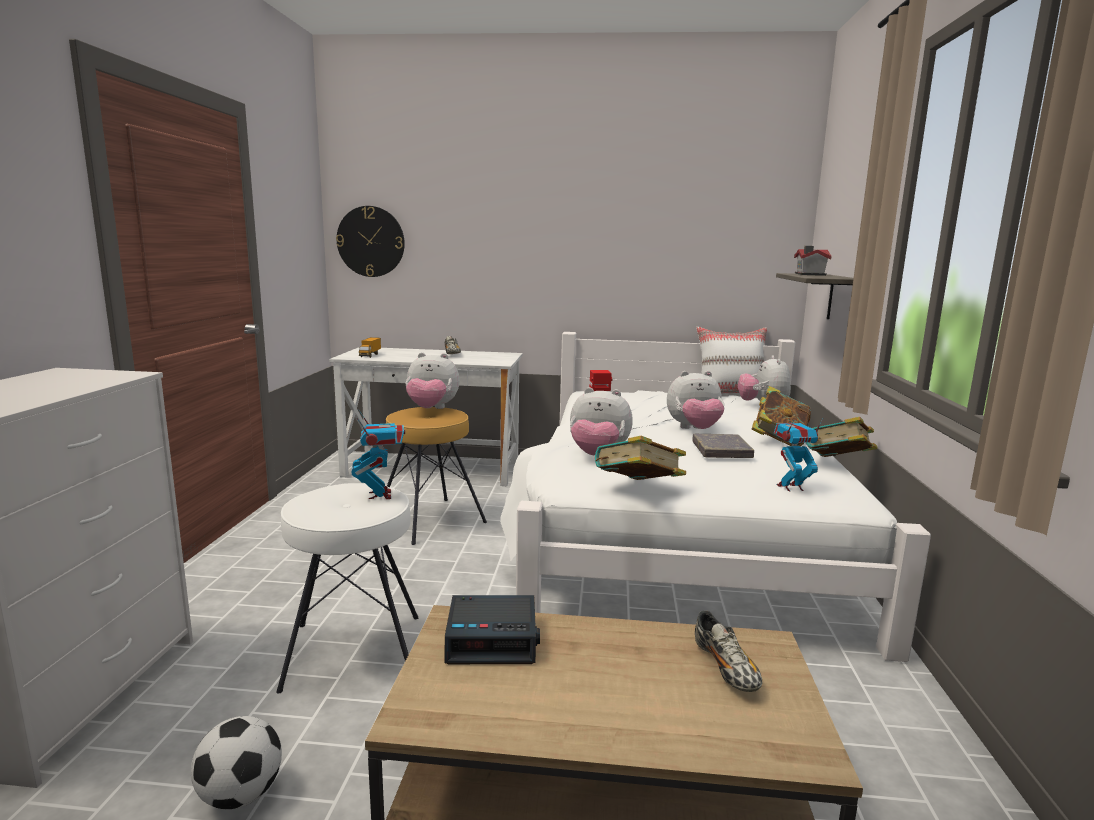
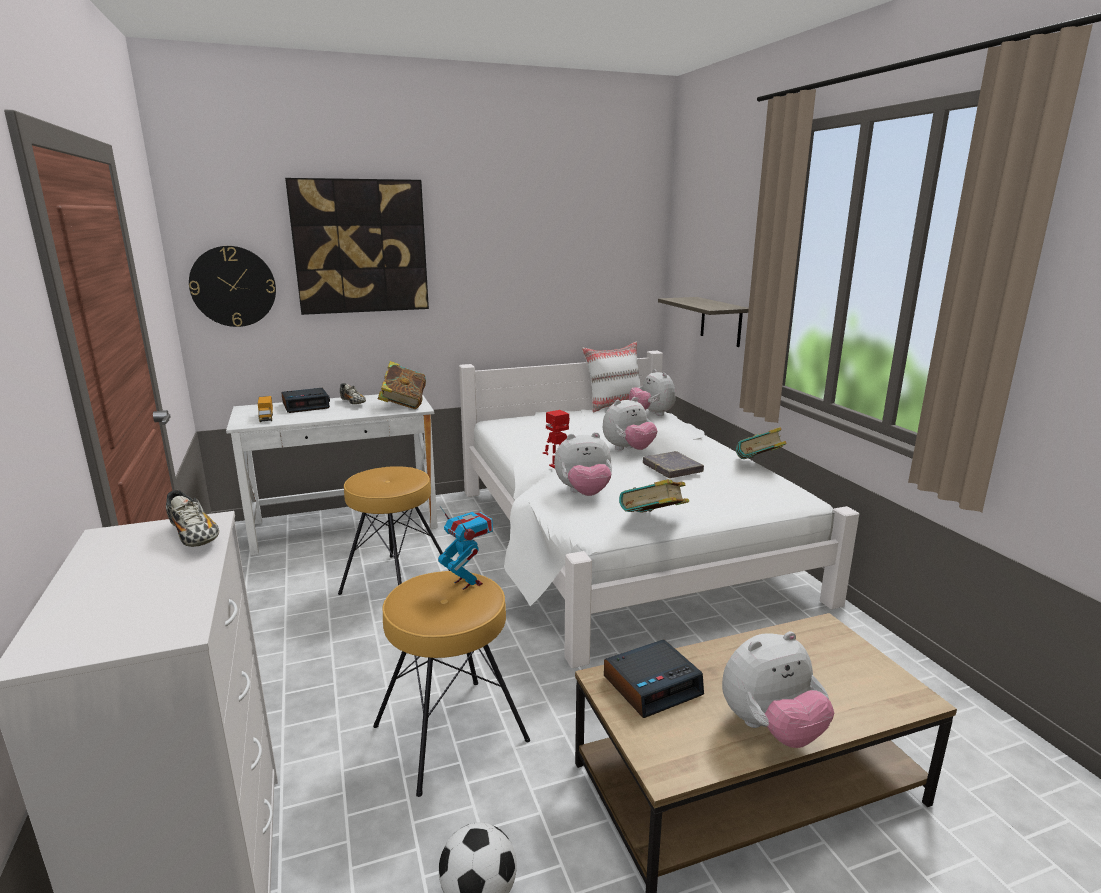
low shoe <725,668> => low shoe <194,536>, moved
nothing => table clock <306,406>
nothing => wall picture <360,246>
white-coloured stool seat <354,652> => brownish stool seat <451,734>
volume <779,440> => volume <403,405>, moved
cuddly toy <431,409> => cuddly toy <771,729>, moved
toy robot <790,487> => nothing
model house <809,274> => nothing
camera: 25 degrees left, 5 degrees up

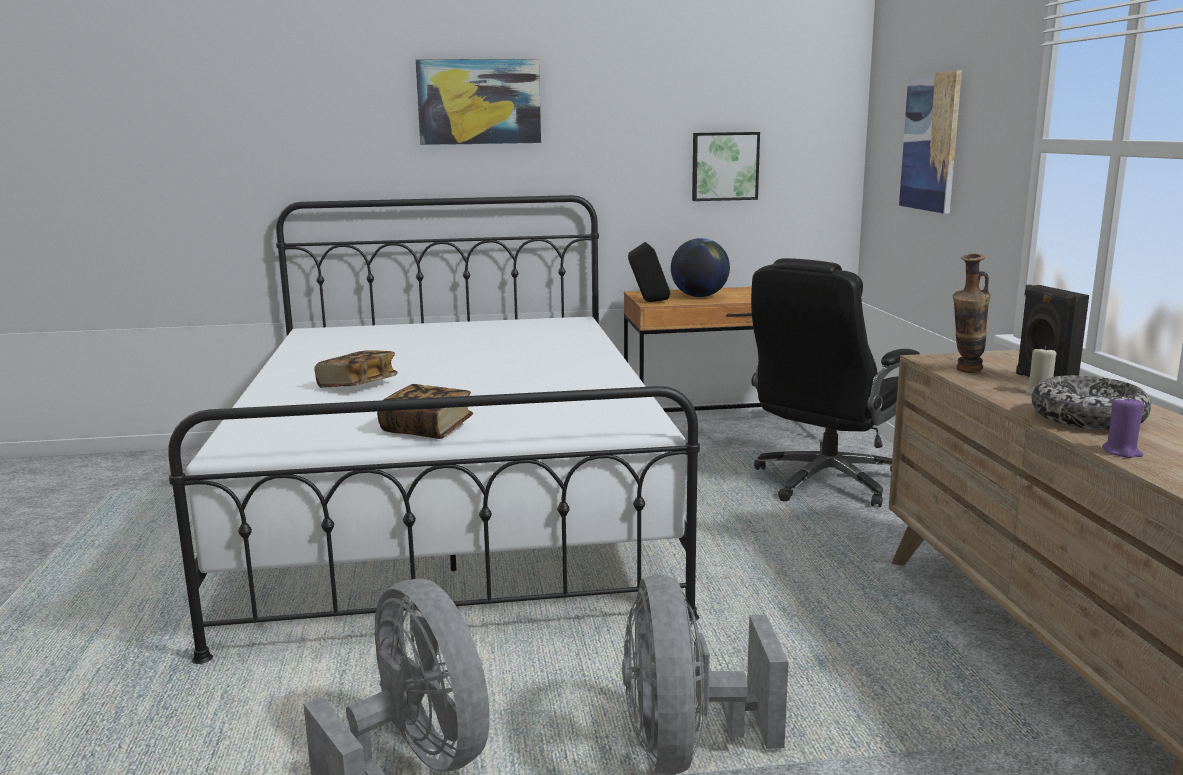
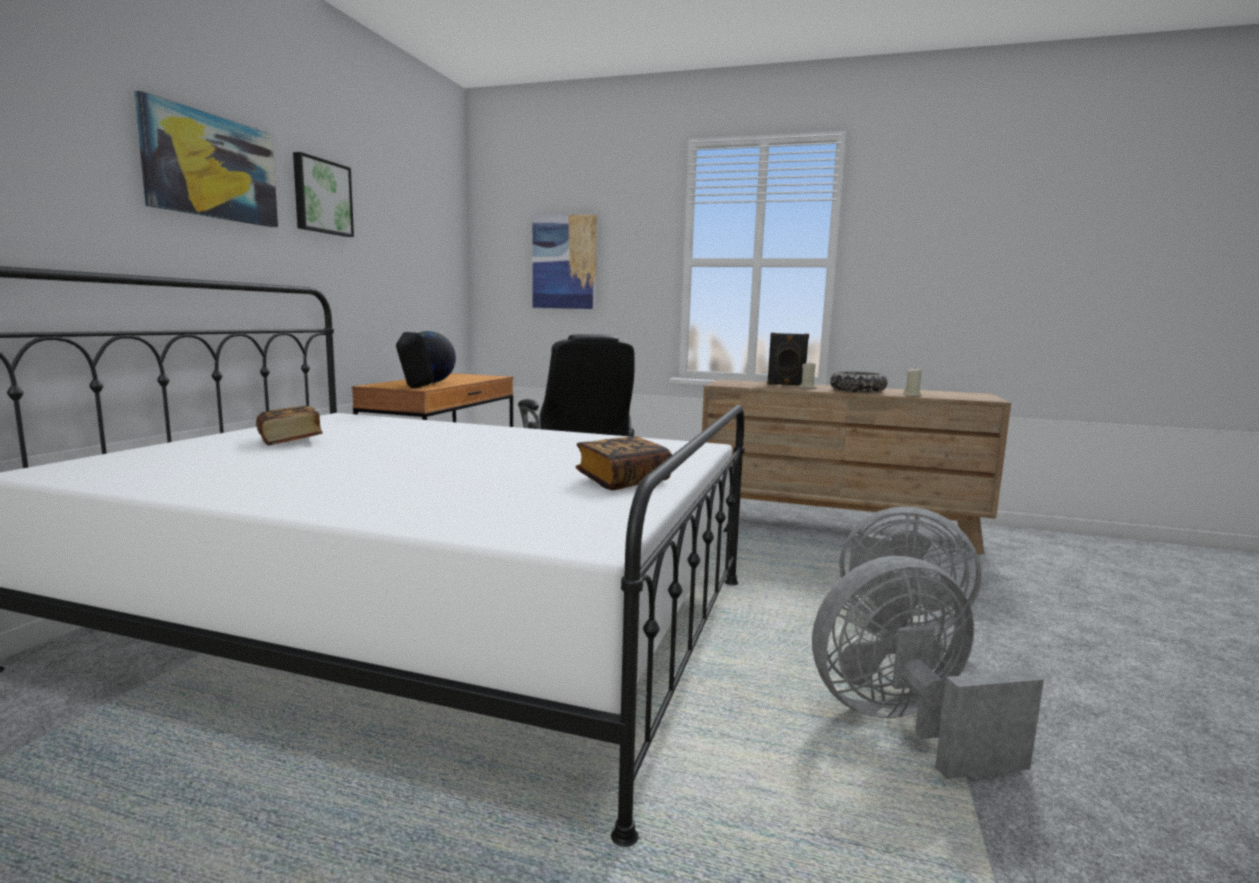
volume <357,385> => volume <290,441>, moved
wall picture <724,166> => wall picture <321,197>, moved
purplish wax candle <1121,452> => sand-coloured wax candle <912,395>
vase <965,372> => nothing
camera: 65 degrees left, 5 degrees down

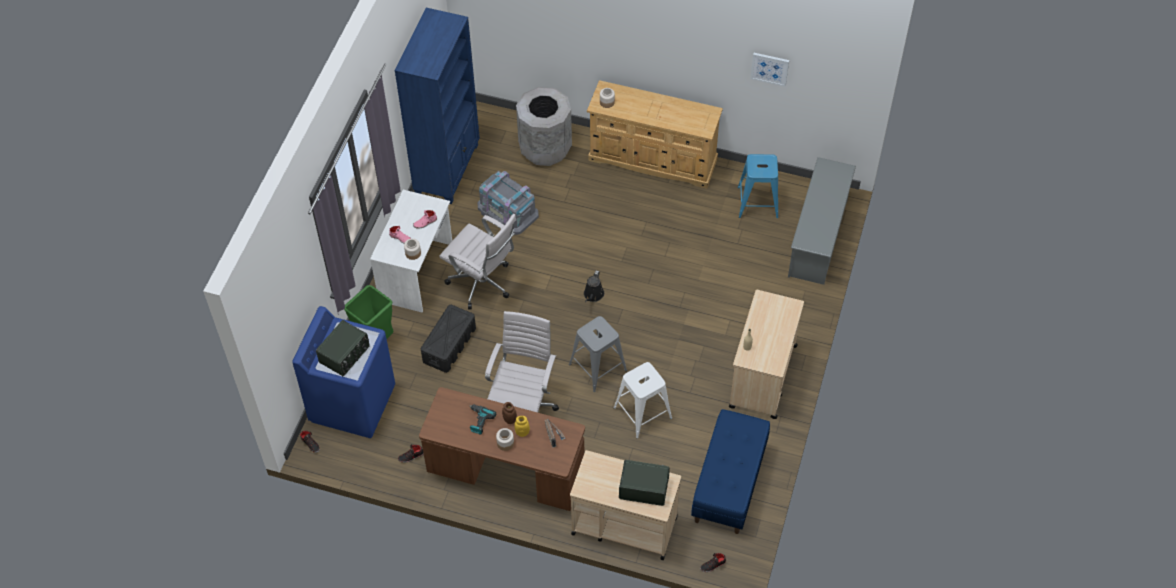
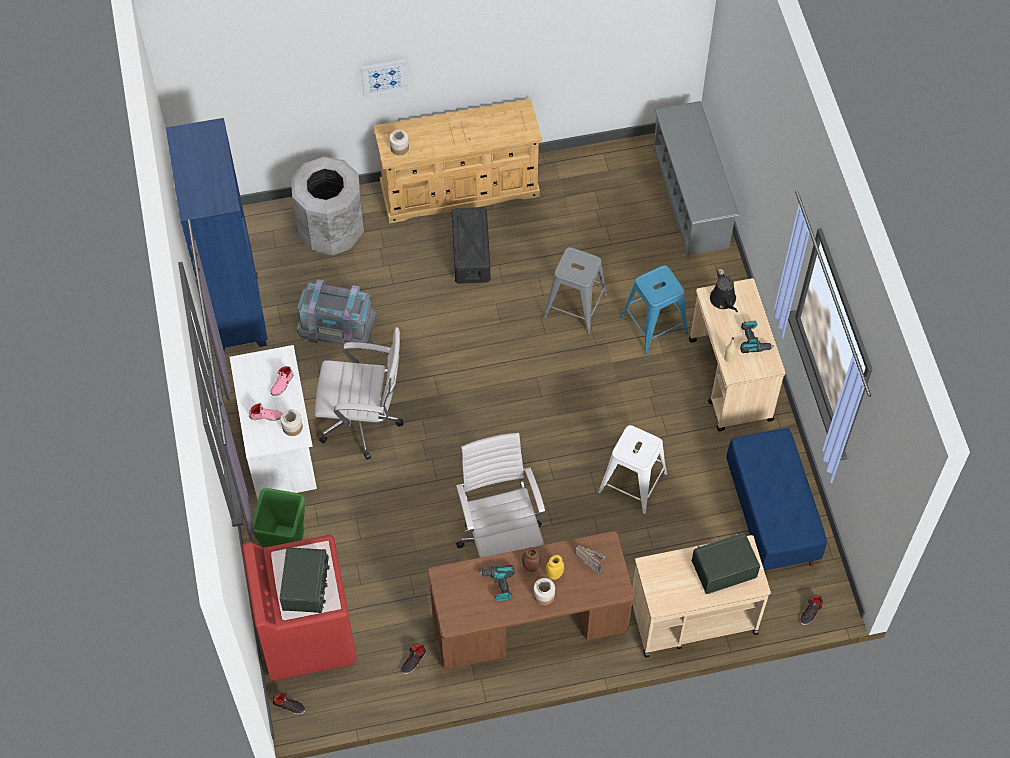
blue-coloured washing machine <353,403> => reddish washing machine <307,634>
wall picture <770,68> => wall picture <384,77>, moved
black storage bin <449,345> => black storage bin <471,254>, moved
grey stool seat <597,367> => grey stool seat <575,306>, moved
blue-coloured stool seat <757,202> => blue-coloured stool seat <654,325>, moved
black sprinkling can <593,295> => black sprinkling can <723,300>, moved
nothing => electric drill <754,340>
camera: 30 degrees left, 5 degrees up

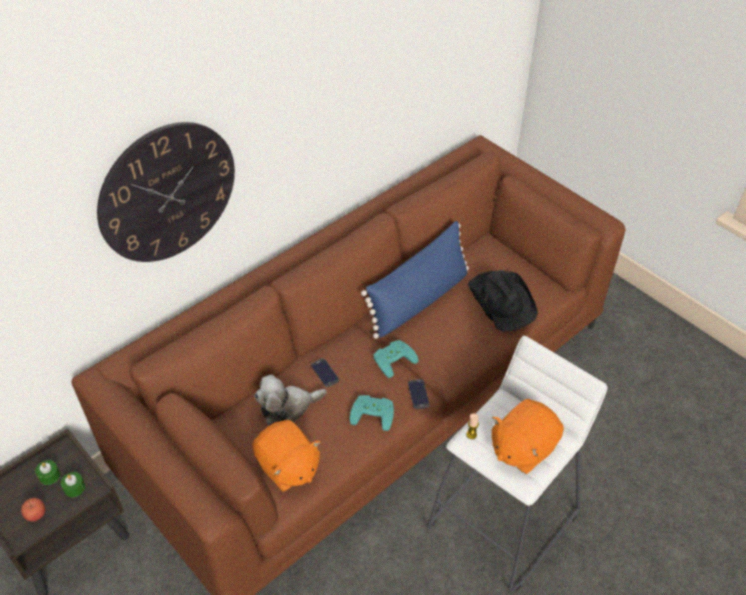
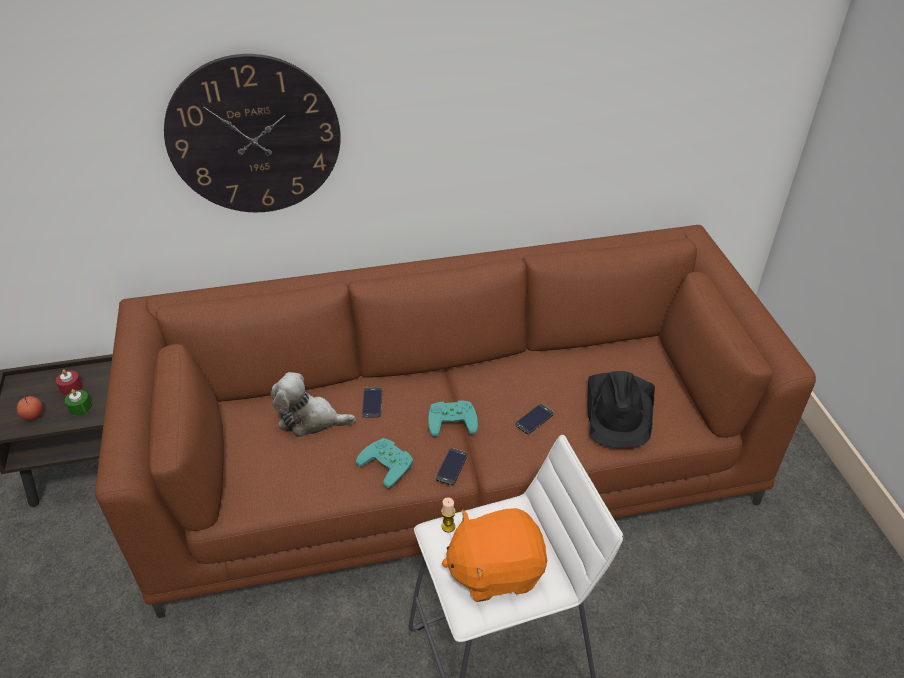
greenish wax candle <49,476> => reddish wax candle <71,387>
nothing => handset <534,419>
orange cuddly toy <288,467> => nothing
blue-coloured pillow <419,300> => nothing
camera: 30 degrees right, 5 degrees down

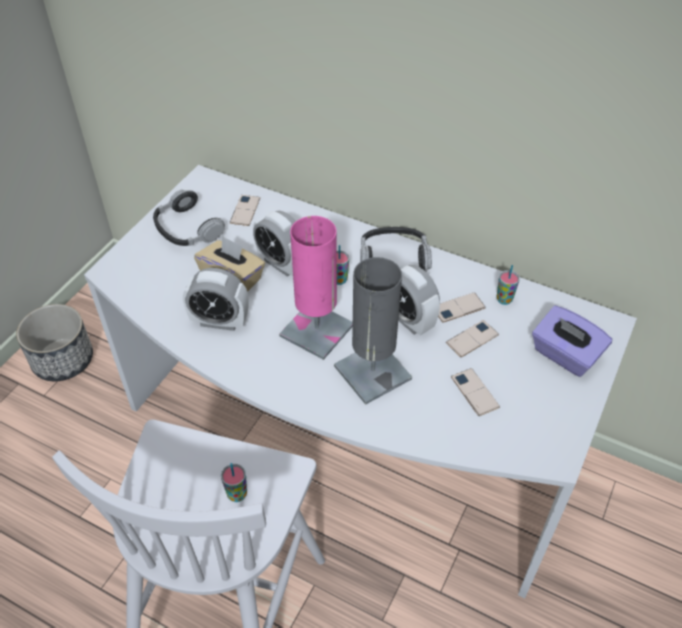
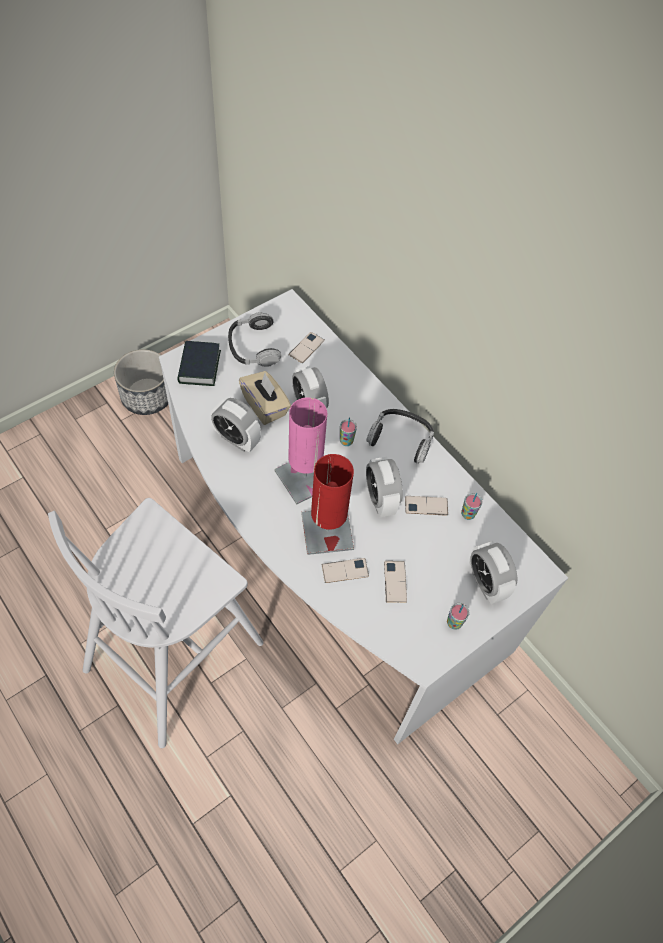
nothing => volume <199,367>
grey table lamp <372,372> => reddish table lamp <327,531>
handset <472,339> => handset <345,570>, moved
drinking cup <237,494> => drinking cup <454,623>, moved
purplish tissue holder <565,355> => table clock <486,583>
camera: 20 degrees right, 10 degrees up

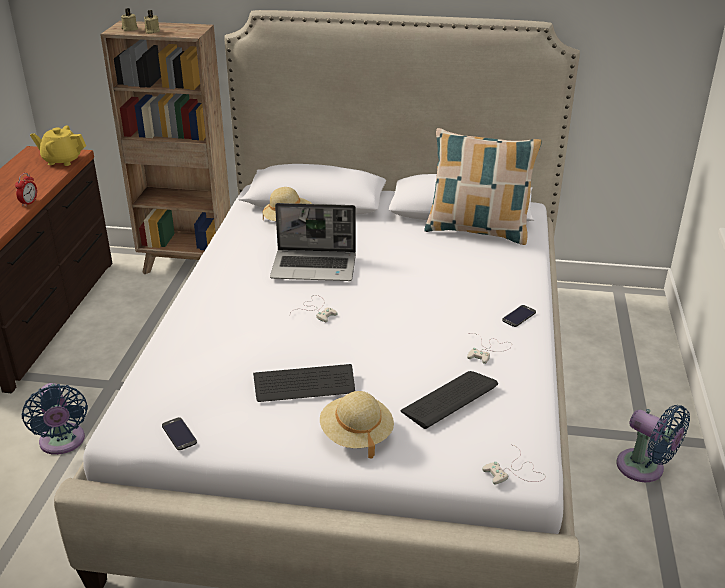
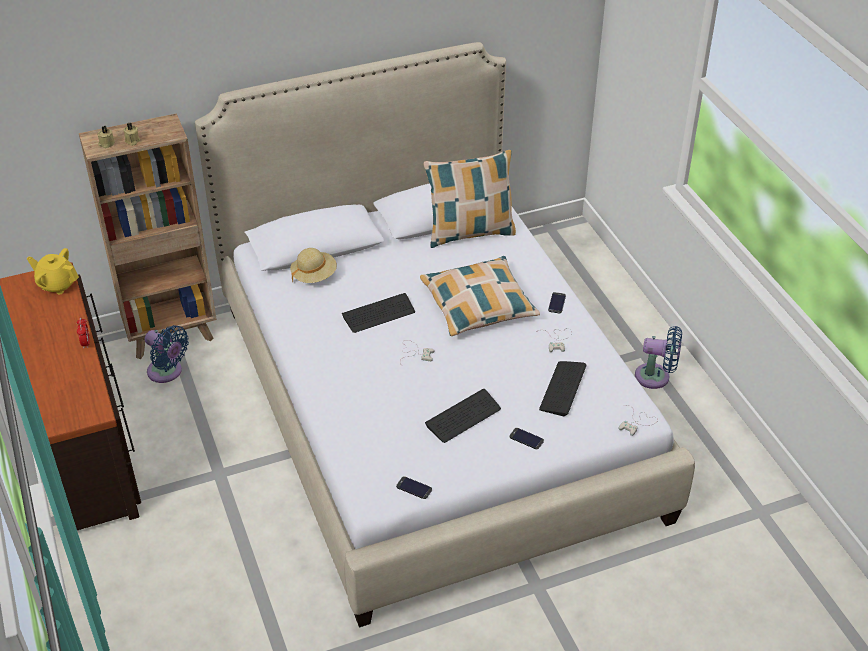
yellow pot for tea <62,160> => yellow pot for tea <57,284>, 45 degrees clockwise
blue-coloured fan <62,443> => blue-coloured fan <167,372>, moved
notebook computer <315,267> => computer keyboard <379,314>
nothing => pillow <478,304>
sand-coloured hat <356,435> => handset <526,438>
camera: 30 degrees left, 10 degrees up

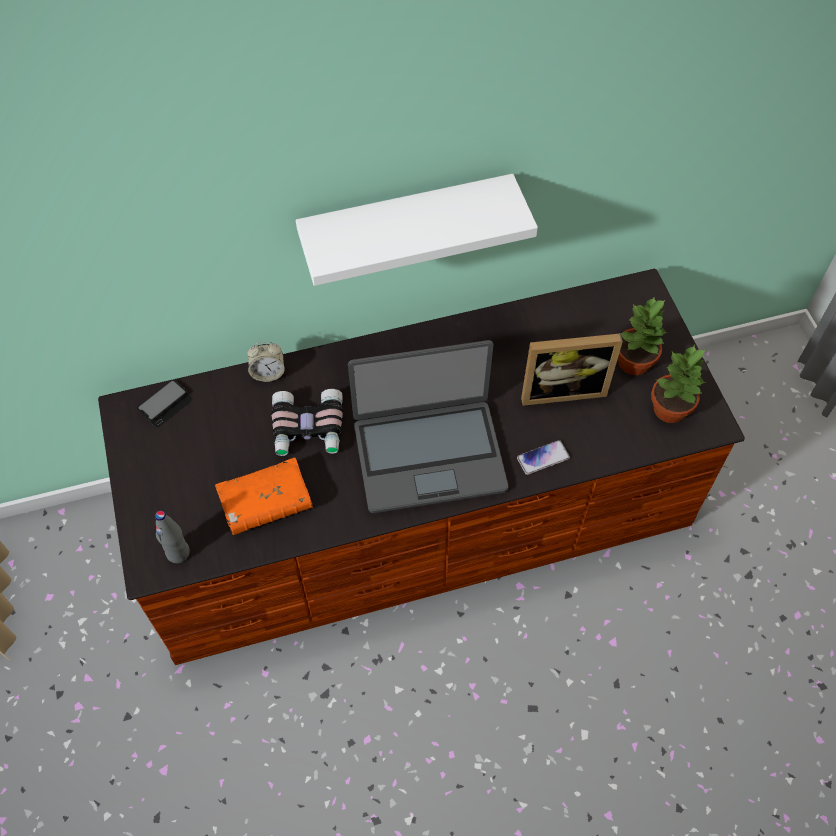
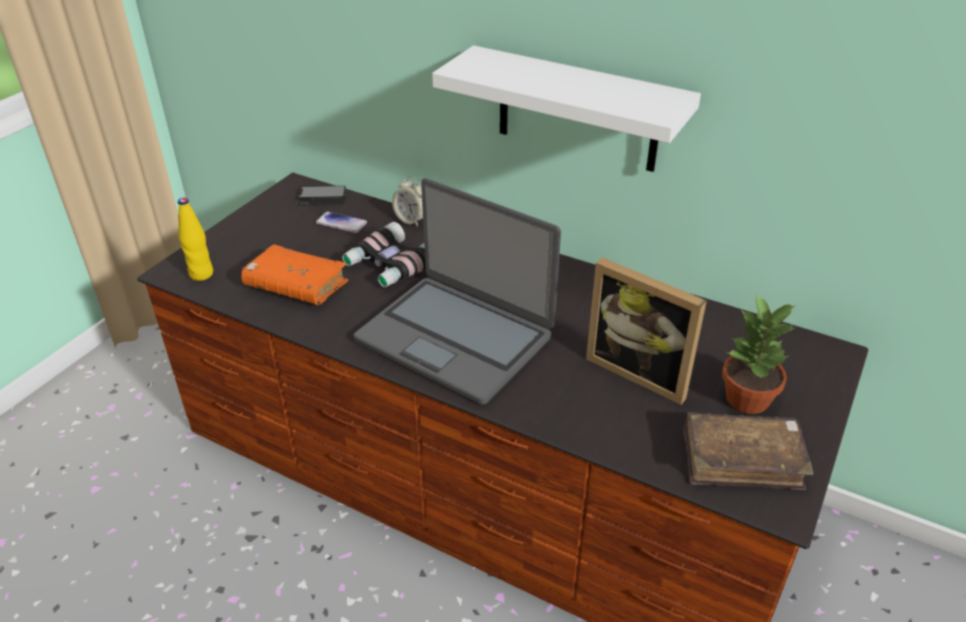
grey beverage bottle <178,553> => yellow beverage bottle <201,274>
handset <543,458> => handset <341,223>, moved
houseplant <670,409> => brownish volume <741,460>
camera: 45 degrees right, 20 degrees down

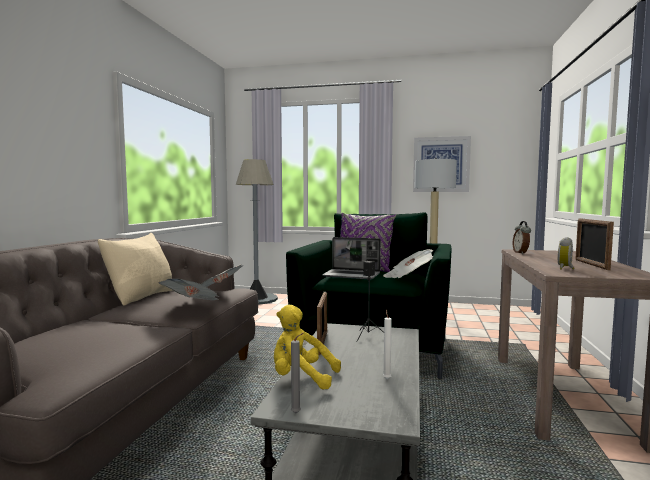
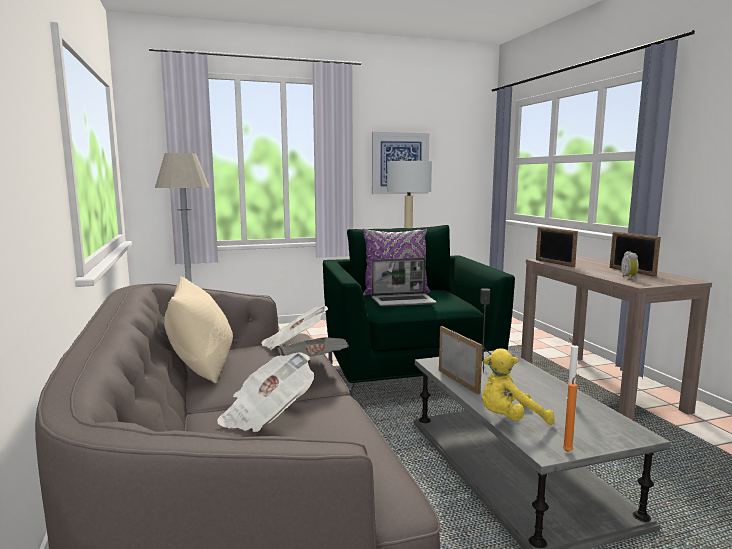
printed paper <407,277> => printed paper <266,415>, moved
table clock <521,253> => standing frame <554,263>
grey wax candle <297,413> => orange wax candle <568,451>
camera: 30 degrees left, 5 degrees up

